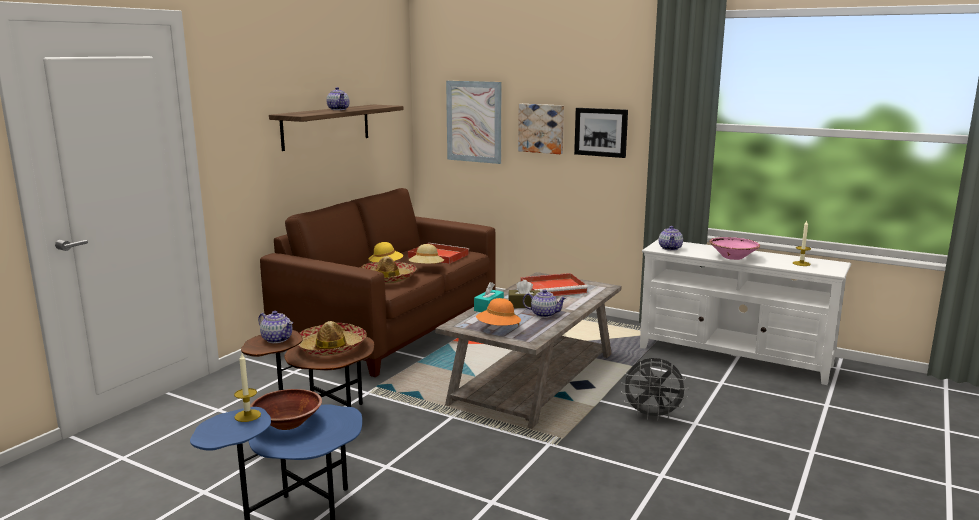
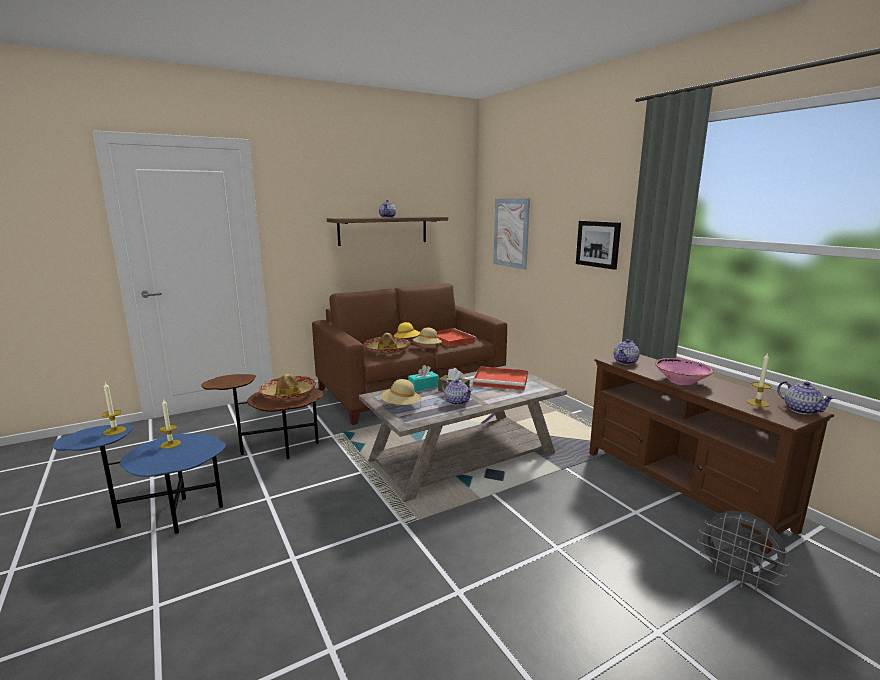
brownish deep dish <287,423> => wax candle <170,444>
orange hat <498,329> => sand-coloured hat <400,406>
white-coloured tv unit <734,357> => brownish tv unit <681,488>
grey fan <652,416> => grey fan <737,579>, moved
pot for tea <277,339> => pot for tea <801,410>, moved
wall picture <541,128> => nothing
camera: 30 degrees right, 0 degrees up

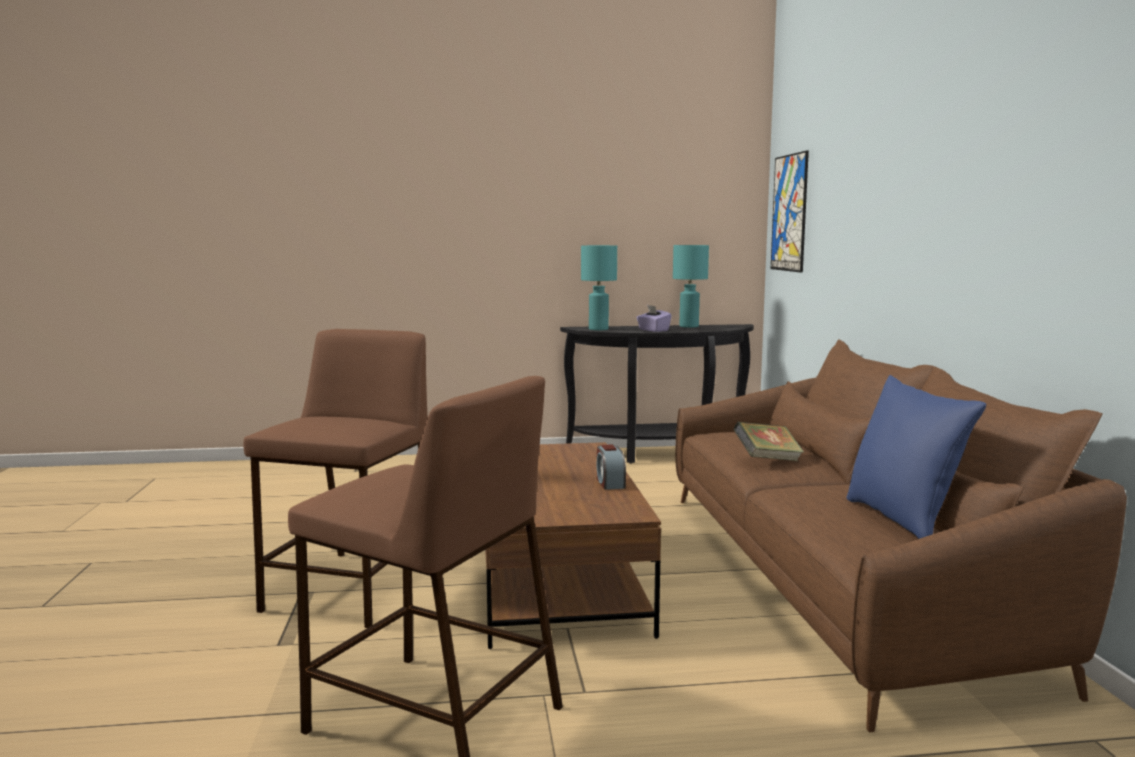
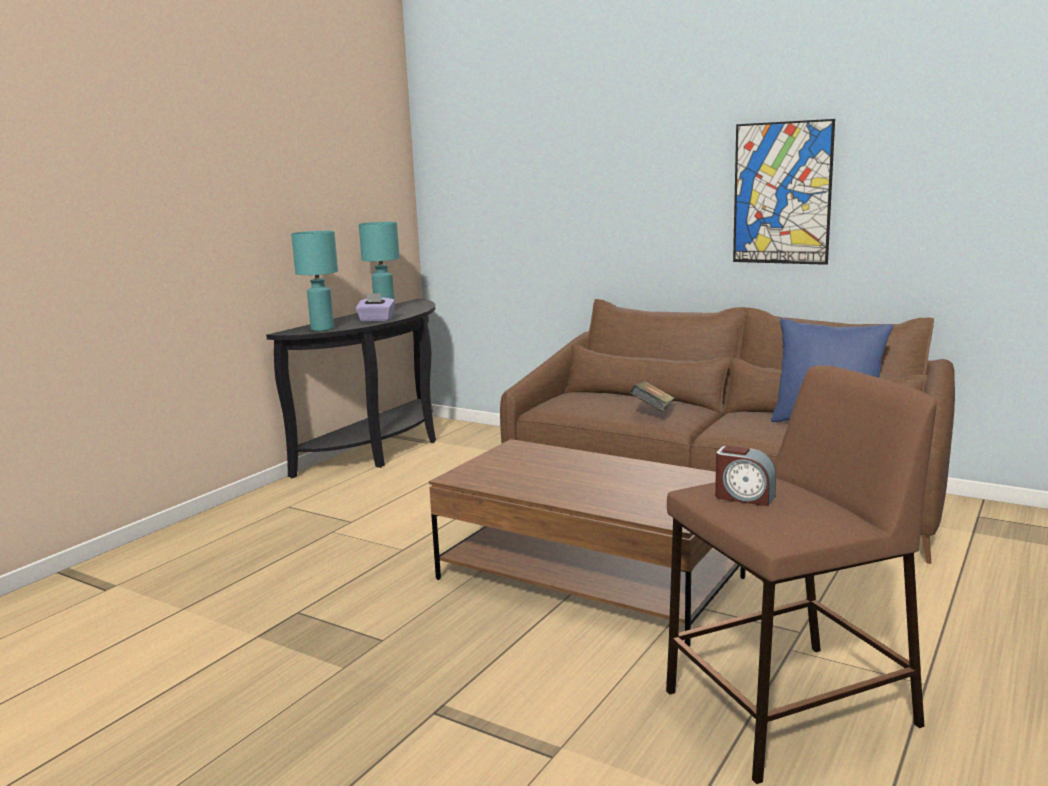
table clock <610,483> => table clock <744,497>, moved
wall picture <789,213> => wall picture <782,193>, moved
brownish stool seat <352,588> => nothing
camera: 50 degrees left, 5 degrees up

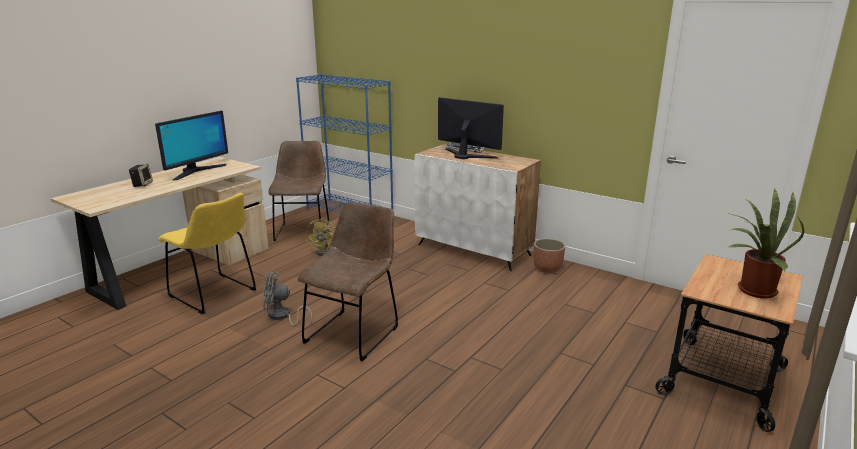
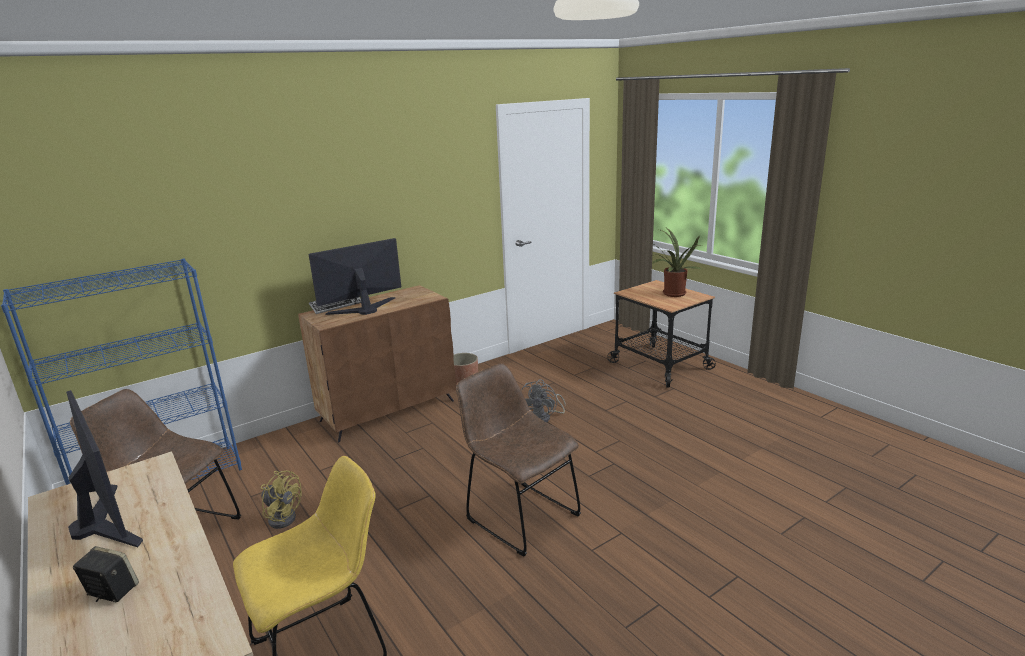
white-coloured storage cabinet <474,250> => brownish storage cabinet <388,410>
grey fan <282,316> => grey fan <544,418>, moved
camera: 70 degrees left, 0 degrees up

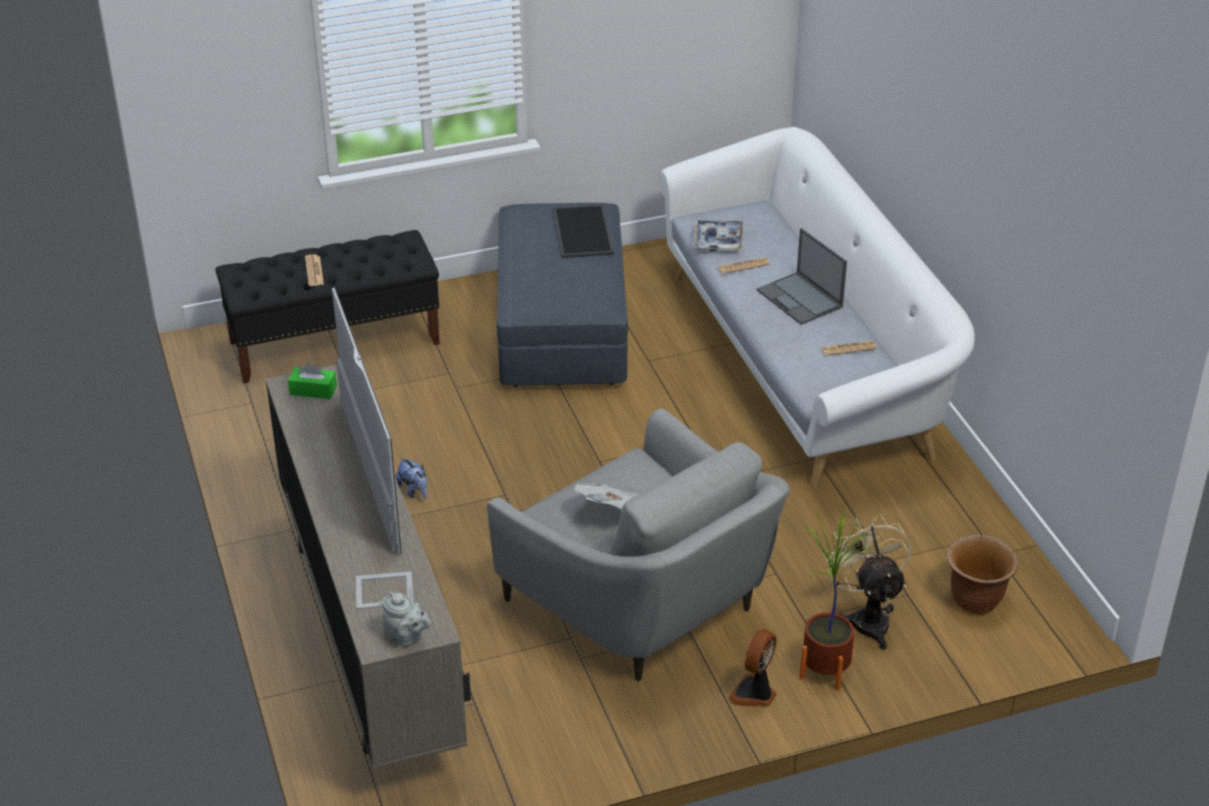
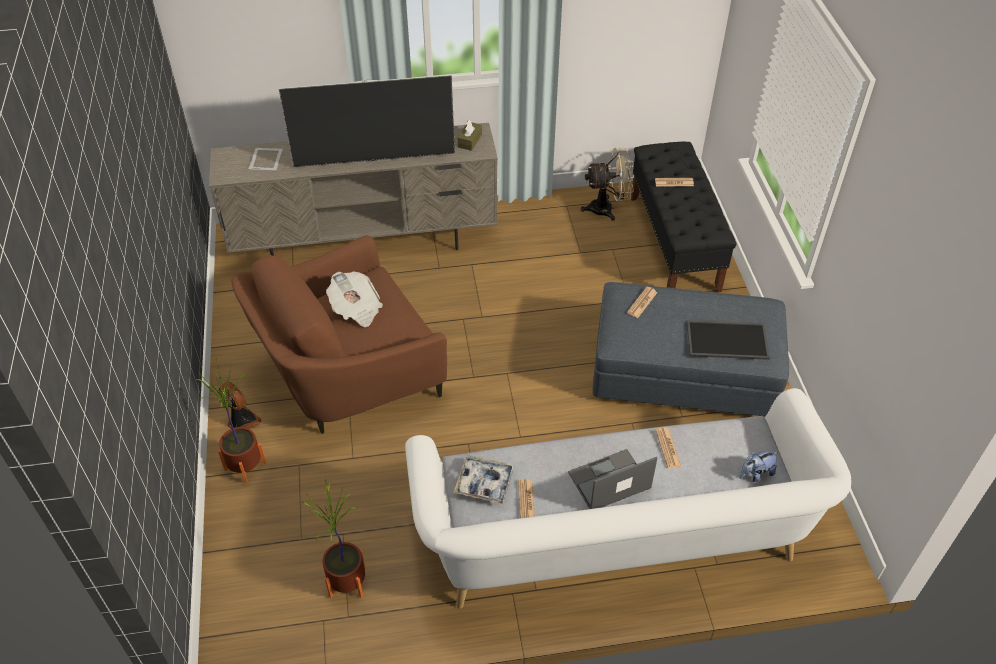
grey lounge chair <642,603> => brownish lounge chair <349,375>
nothing => houseplant <347,582>
carrying tray <718,241> => carrying tray <484,483>, moved
greenish tissue holder <313,390> => brownish tissue holder <470,141>
sand-coloured fan <866,618> => sand-coloured fan <607,208>, moved
nothing => printed paper <642,302>
cuddly toy <414,491> => cuddly toy <755,474>, moved
grey pot for tea <406,637> => nothing
brownish flower pot <975,599> => nothing
camera: 100 degrees right, 10 degrees up

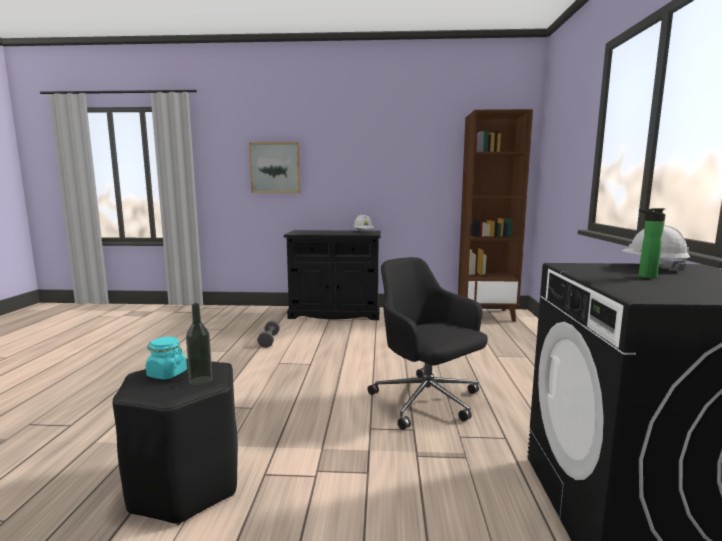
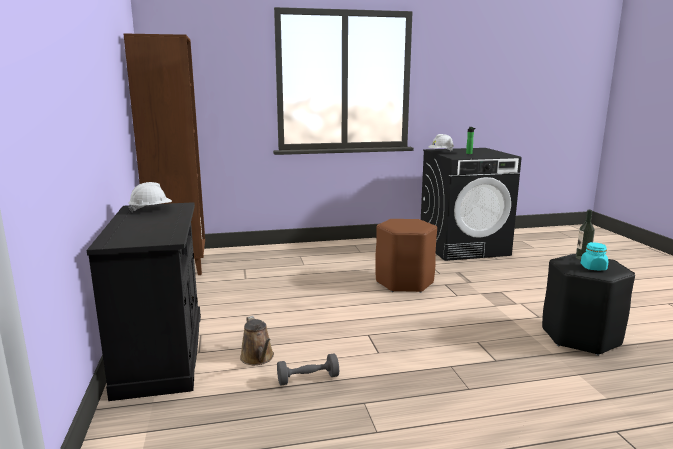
nothing => brownish sprinkling can <258,358>
black office chair <427,401> => brownish stool seat <404,282>
wall picture <275,168> => nothing
camera: 105 degrees left, 5 degrees up

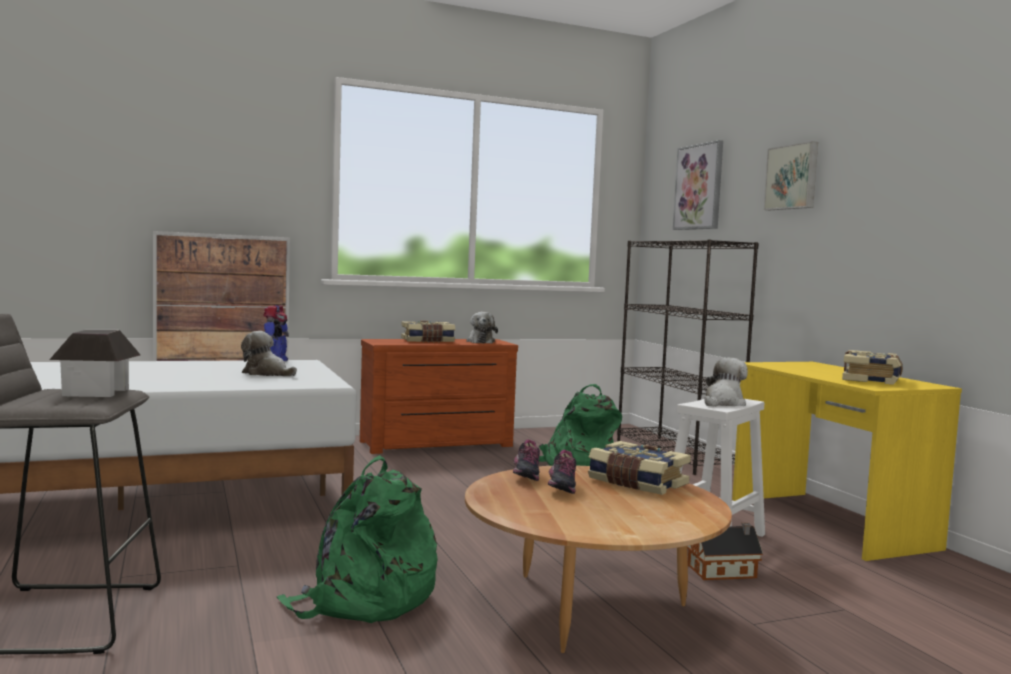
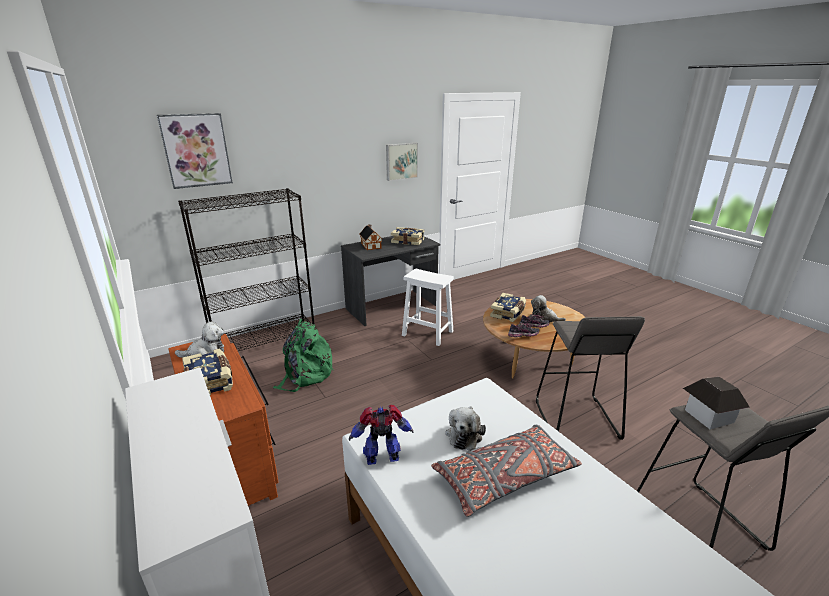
yellow desk table <828,523> => grey desk table <392,307>
model house <724,571> => model house <371,245>, moved
wall picture <792,177> => wall picture <401,161>, moved
nothing => grey pillow <505,477>
cuddly toy <723,403> => cuddly toy <544,318>, moved
greenish rucksack <364,600> => grey stool seat <575,419>
camera: 100 degrees left, 20 degrees up

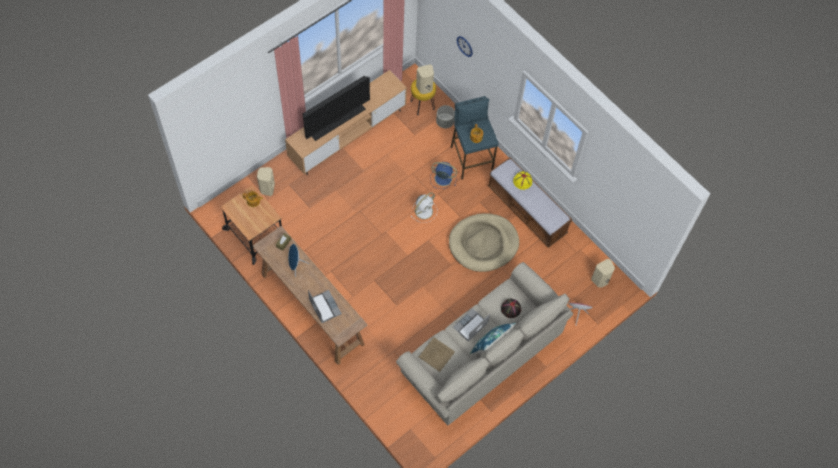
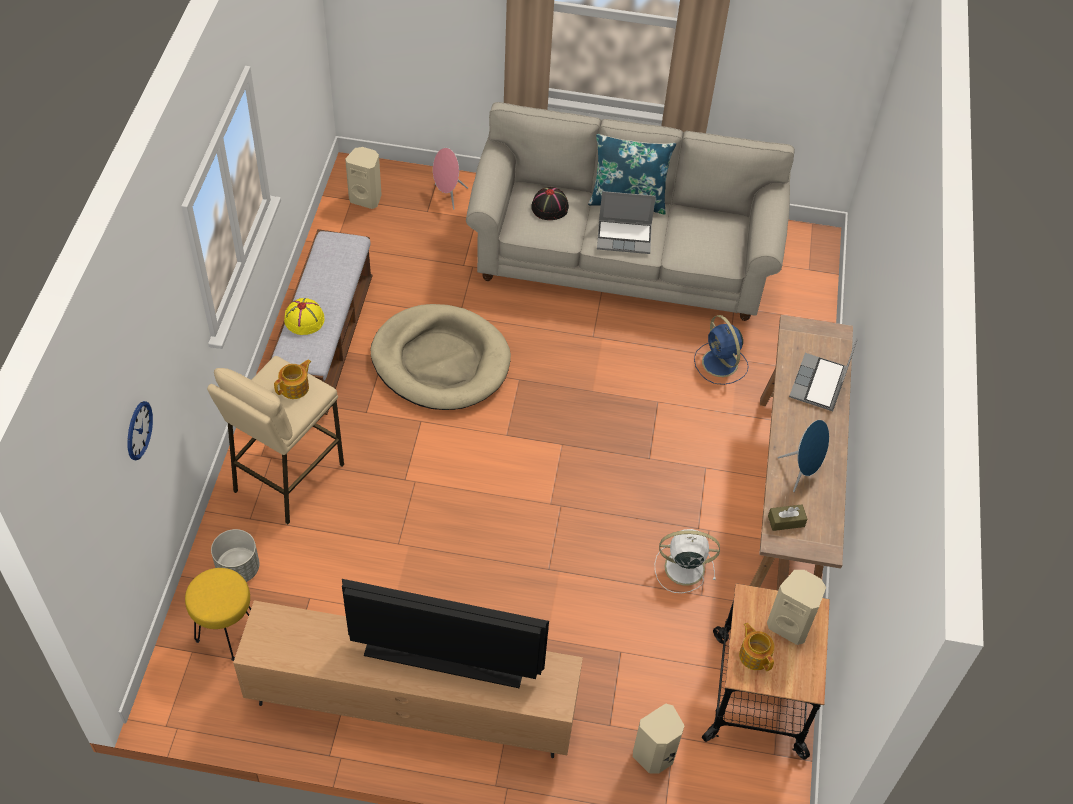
blue-coloured stool seat <471,159> => sand-coloured stool seat <287,477>
white-coloured fan <424,210> => white-coloured fan <682,567>, moved
blue-coloured fan <442,178> => blue-coloured fan <720,364>, moved
sand-coloured audio speaker <424,88> => sand-coloured audio speaker <790,625>, moved
sand-coloured carrying tray <436,355> => nothing
camera: 130 degrees left, 10 degrees down

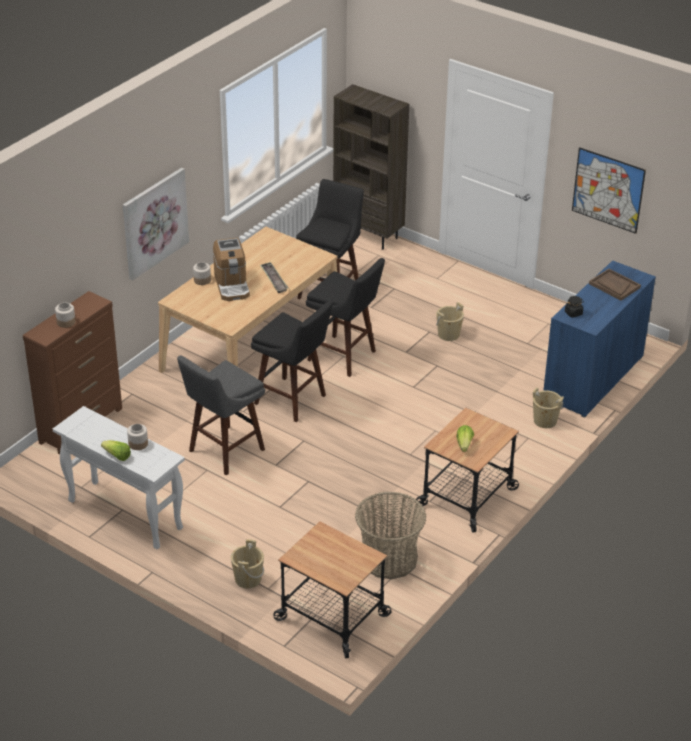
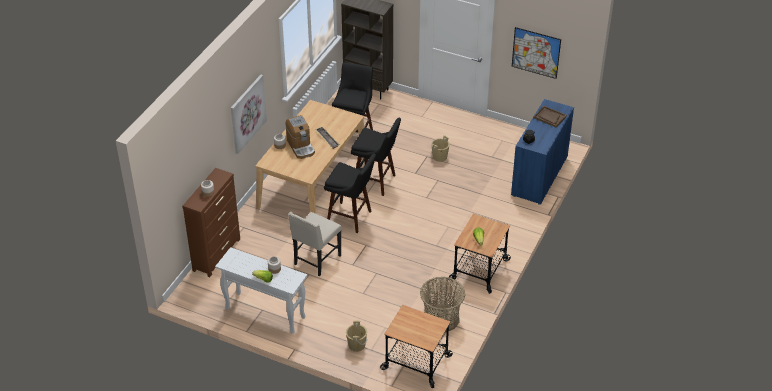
grey stool seat <224,452> => sand-coloured chair <316,260>
sand-coloured bucket <545,421> => nothing
camera: 10 degrees left, 5 degrees up

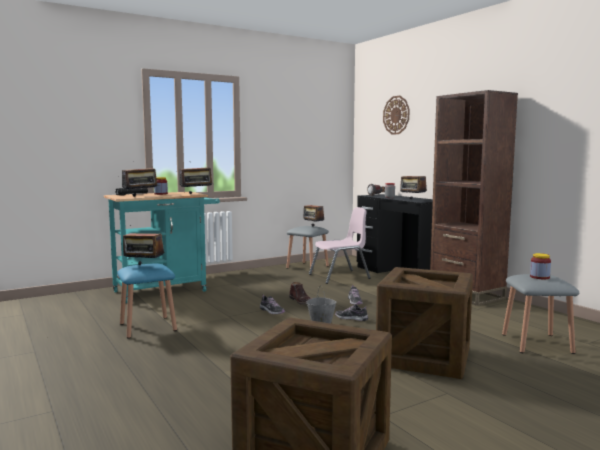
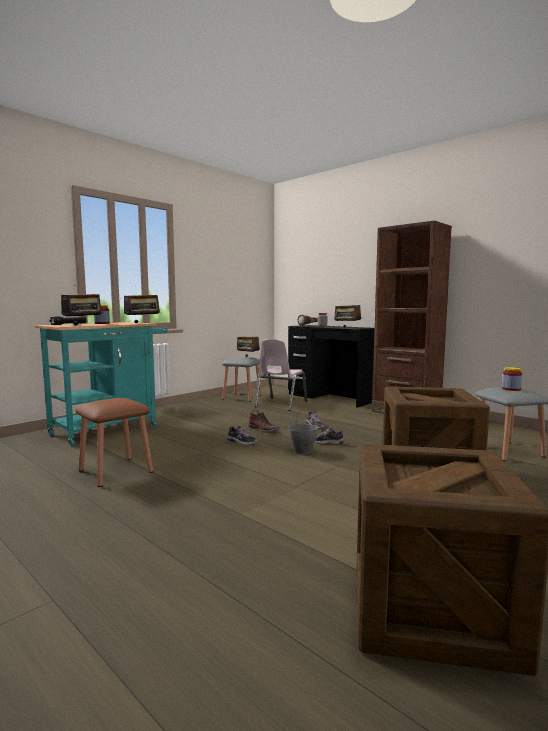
blue-coloured stool seat <148,327> => brownish stool seat <115,471>
pink chair <340,277> => pink chair <280,404>, 150 degrees clockwise
radio set <143,266> => nothing
wall clock <396,115> => nothing
camera: 15 degrees left, 0 degrees up

